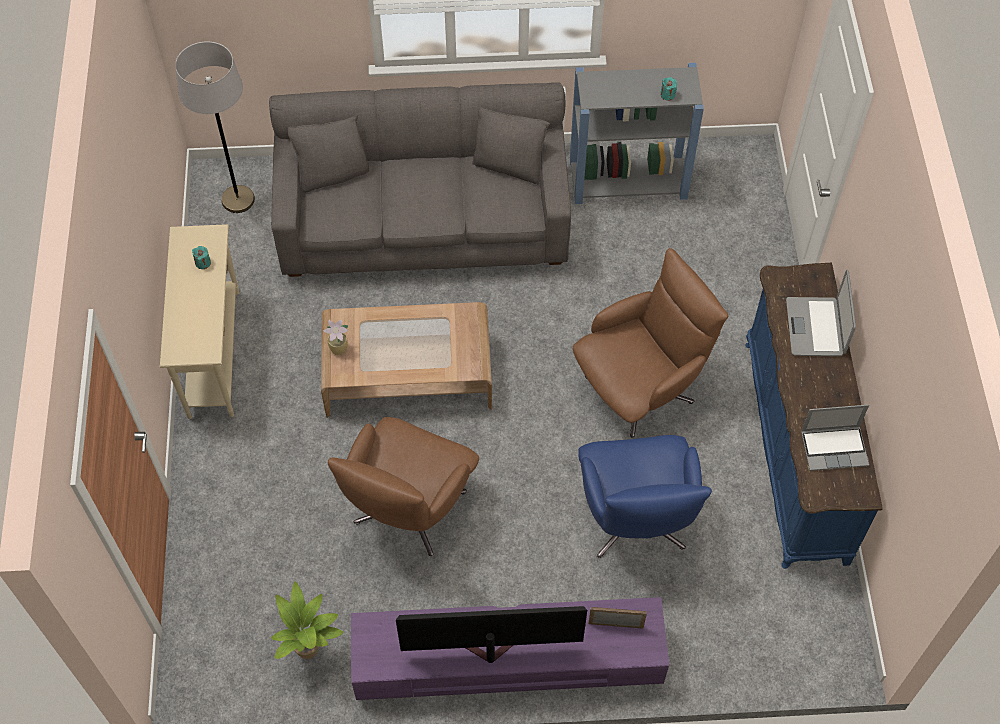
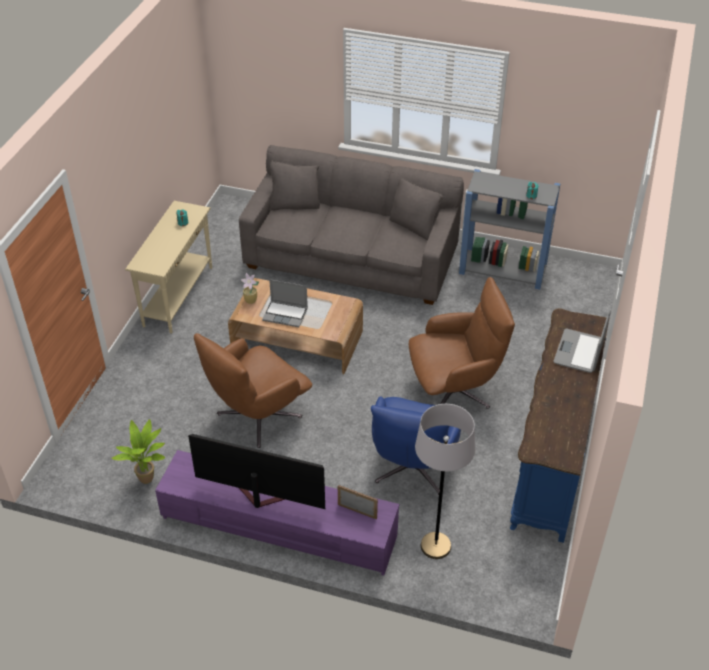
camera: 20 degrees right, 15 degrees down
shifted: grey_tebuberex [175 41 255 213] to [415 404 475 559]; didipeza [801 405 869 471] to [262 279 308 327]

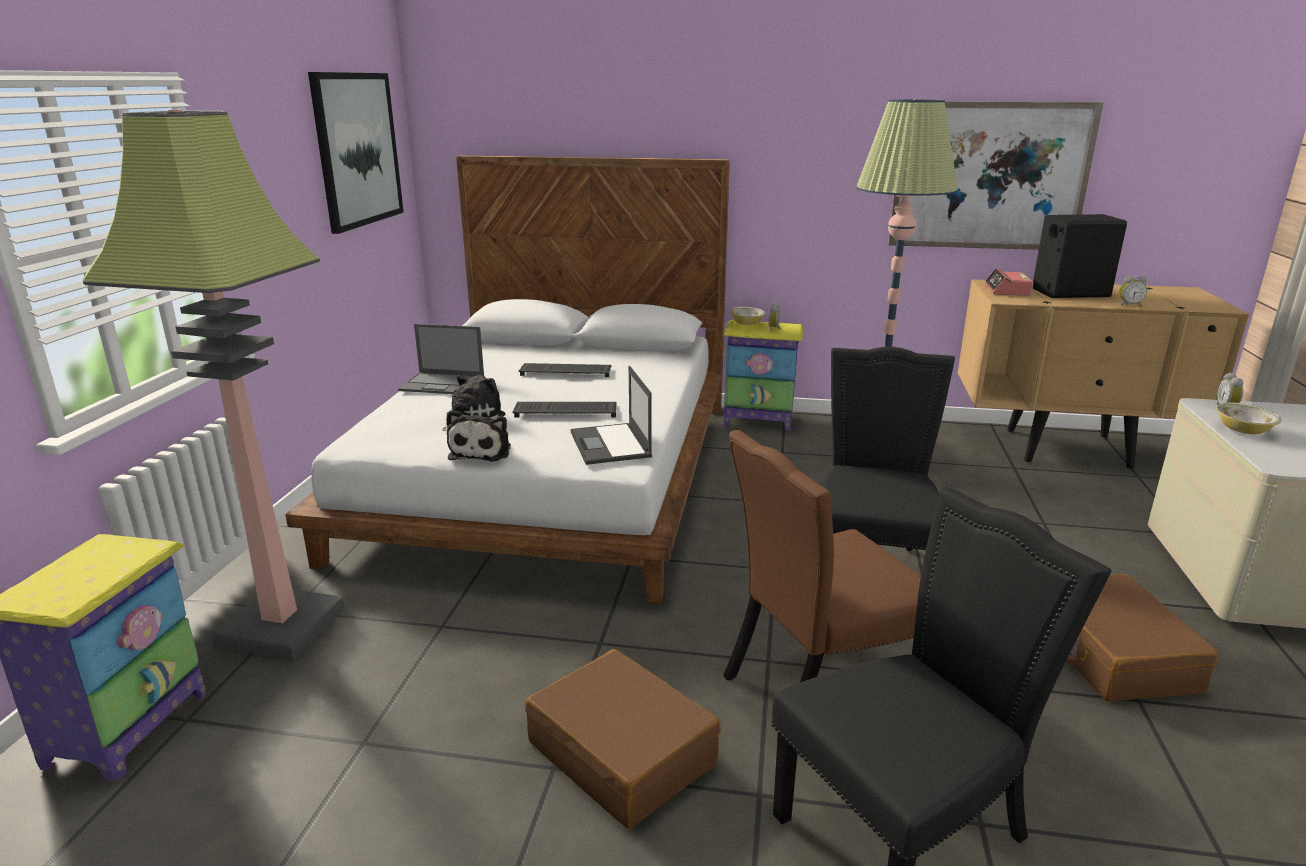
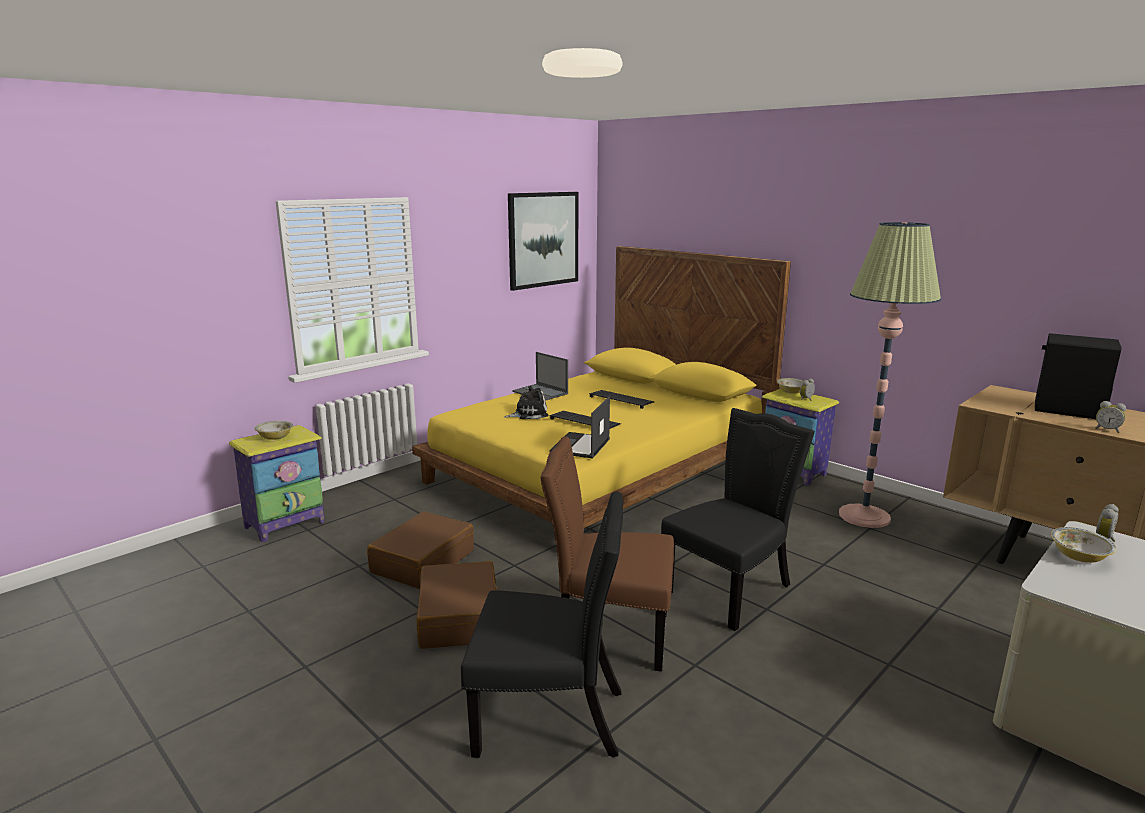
camera: 35 degrees right, 5 degrees down
gone: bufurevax [888 102 1104 250]; tebuberex [83 110 345 661]; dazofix [984 268 1034 296]; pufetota [446 410 511 462]
new: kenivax [255 421 293 440]
shifted: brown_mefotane [1065 574 1218 702] to [367 511 474 589]
repainted: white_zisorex [285 155 730 603] to yellow_zisorex [412 246 791 528]

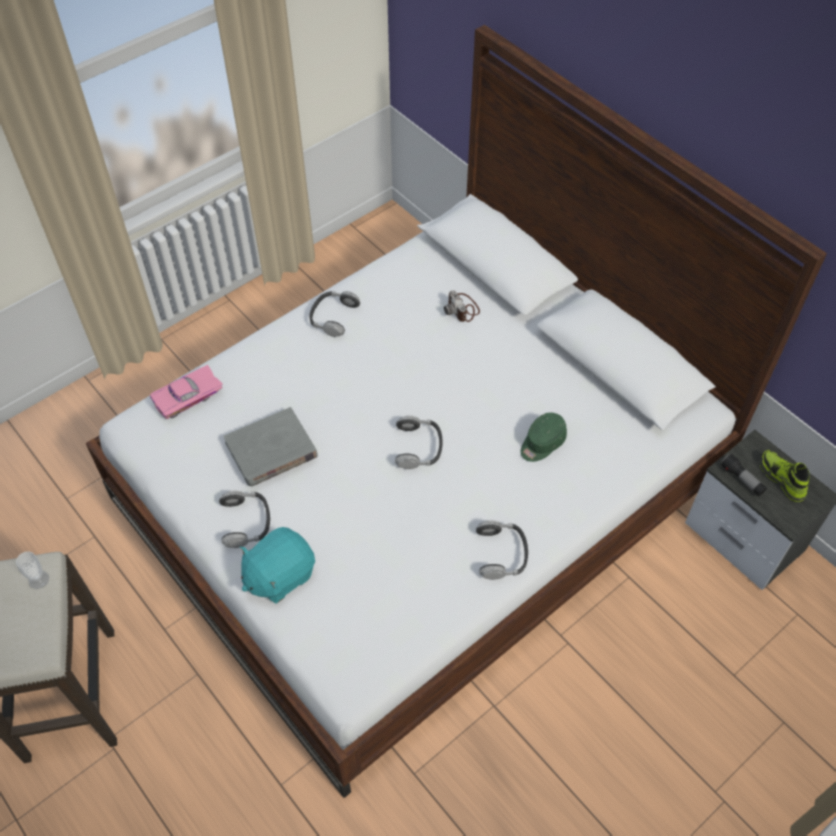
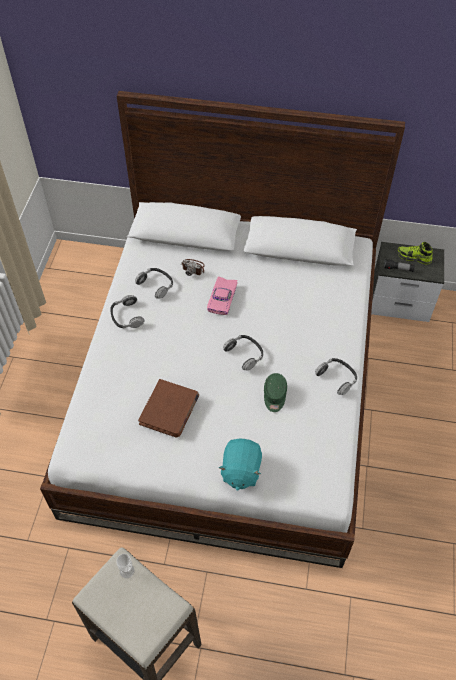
camera: 40 degrees left, 0 degrees up
shifted: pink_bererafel [150 365 223 419] to [207 277 238 315]; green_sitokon [521 413 567 462] to [264 373 287 412]; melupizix [219 490 270 548] to [135 268 173 299]
repainted: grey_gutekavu [223 407 318 486] to brown_gutekavu [138 379 199 438]

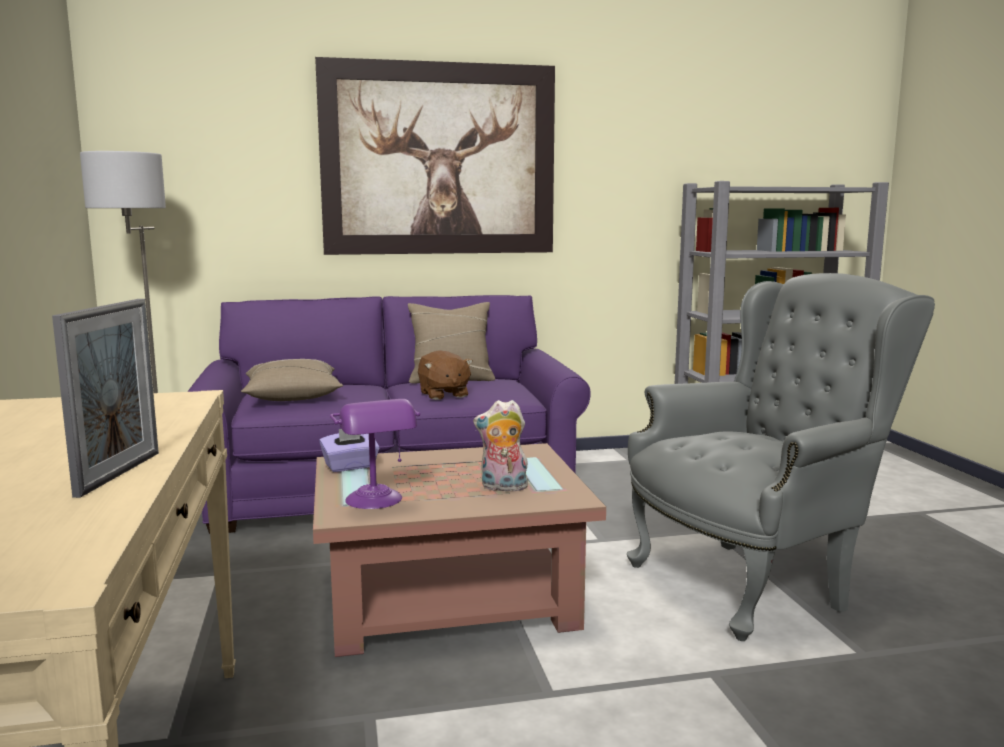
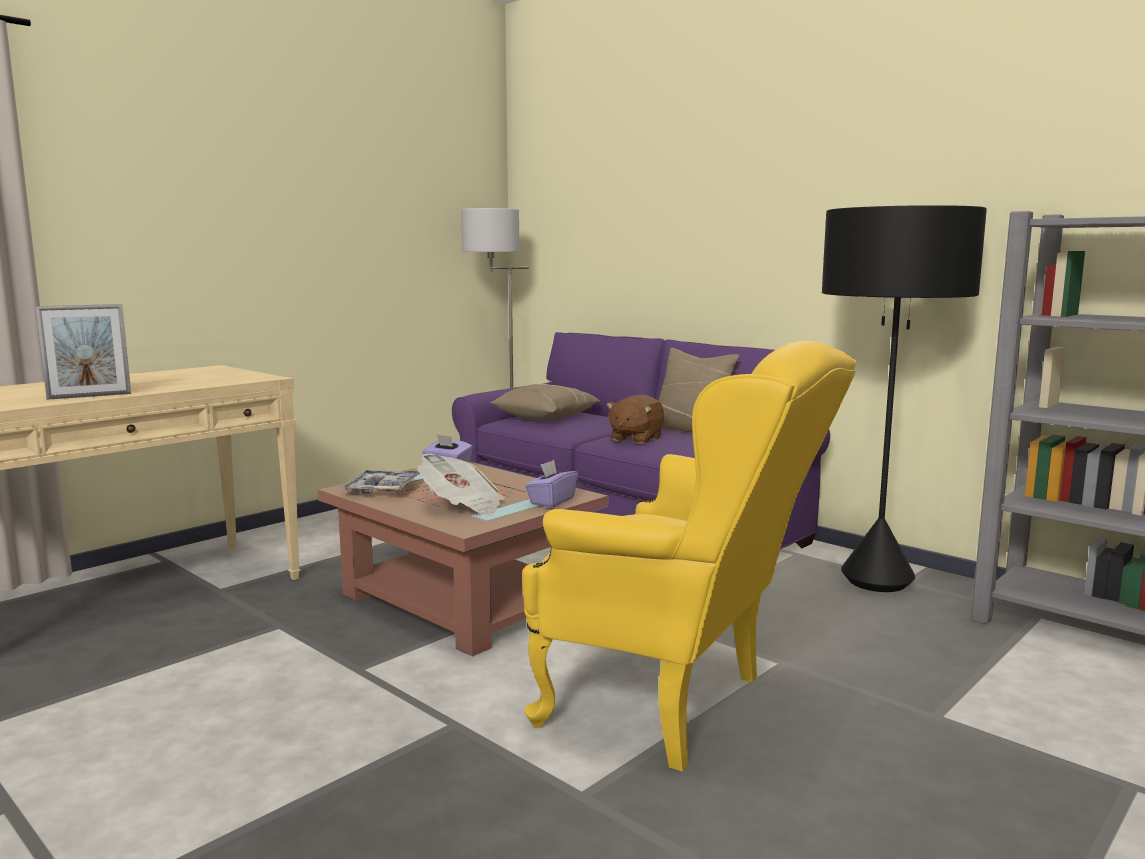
camera: 55 degrees right, 0 degrees up
gone: bufurevax [315 57 555 255]
new: black_tebuberex [822 205 987 592]; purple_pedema [525 460 578 508]
swapped: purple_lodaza [330 399 420 509] to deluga [341 470 420 494]; pufetota [473 400 528 491] to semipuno [417 453 505 516]
repainted: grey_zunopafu [627 273 935 641] to yellow_zunopafu [522 341 856 772]

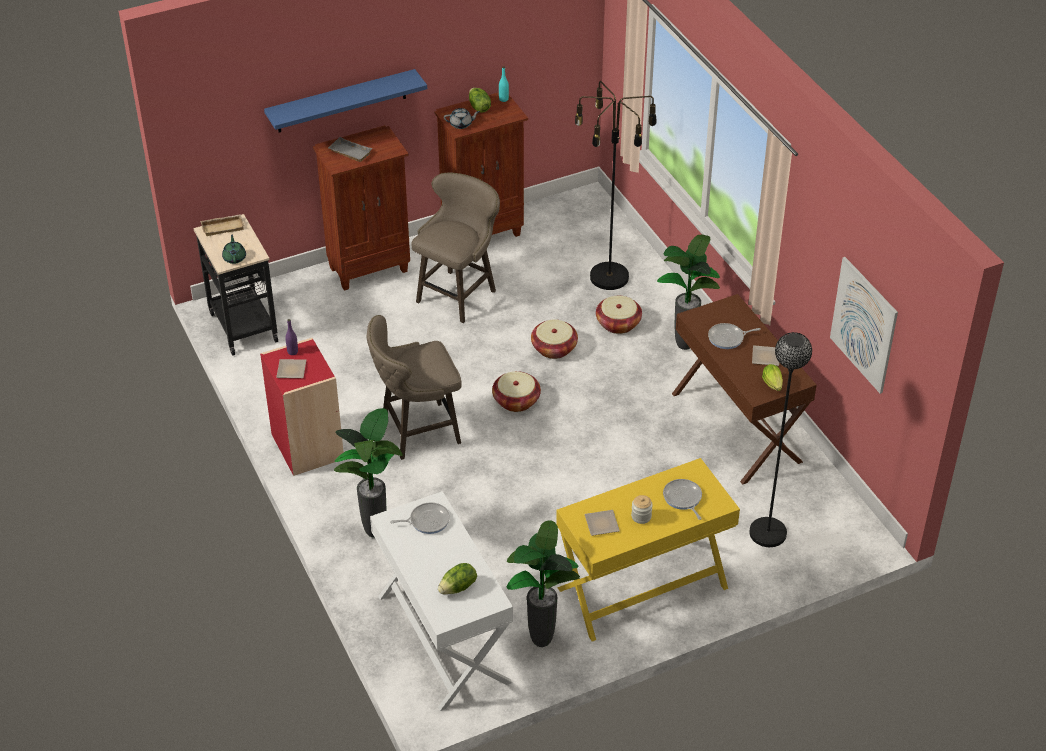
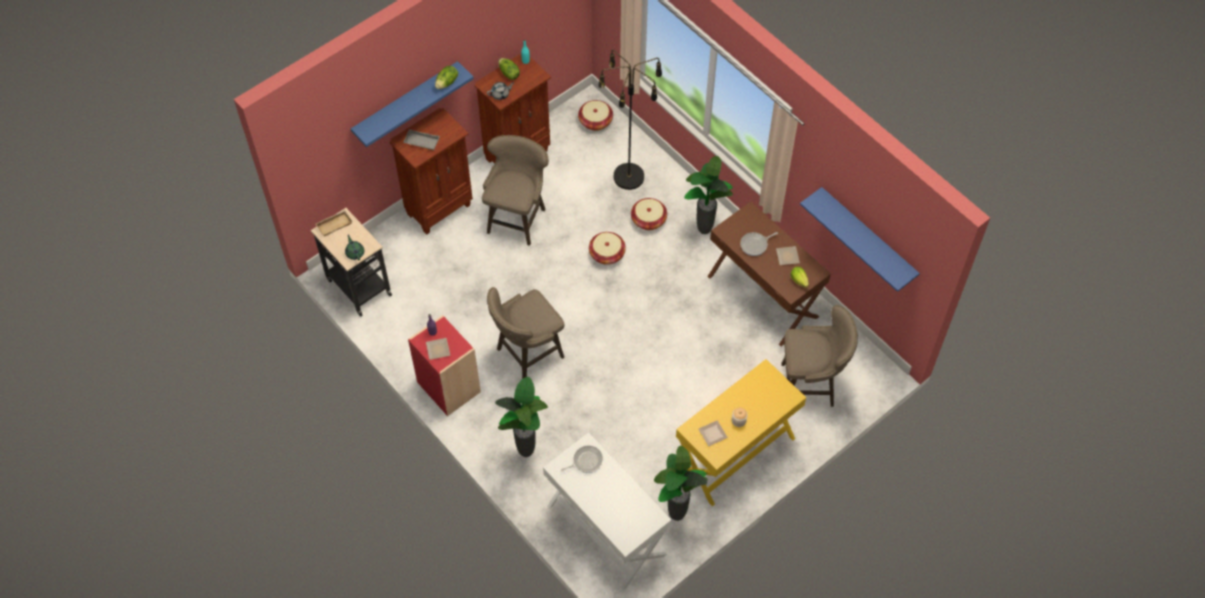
camera: 15 degrees left, 15 degrees up
gone: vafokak [663 479 702 520]
shifted: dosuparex [492 371 541 412] to [578 100 613 131]; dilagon [438 563 477 595] to [435 66 458 89]
swapped: bufurevax [830 257 898 394] to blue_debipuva [800 187 920 292]; black_tebuberex [749 332 812 547] to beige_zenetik [781 305 858 407]

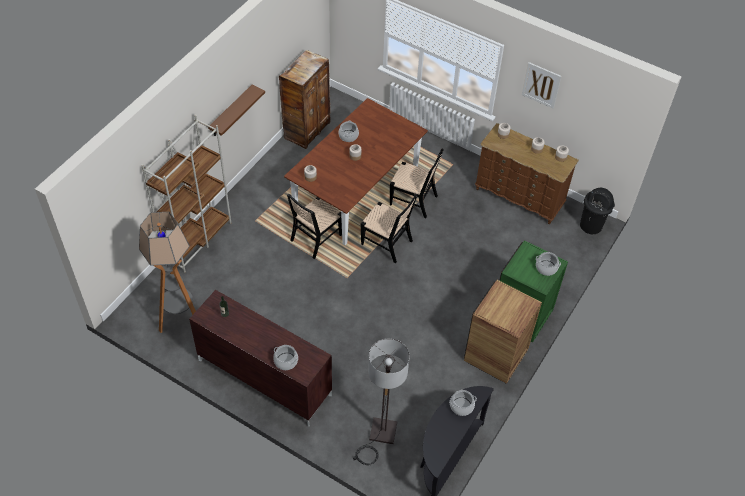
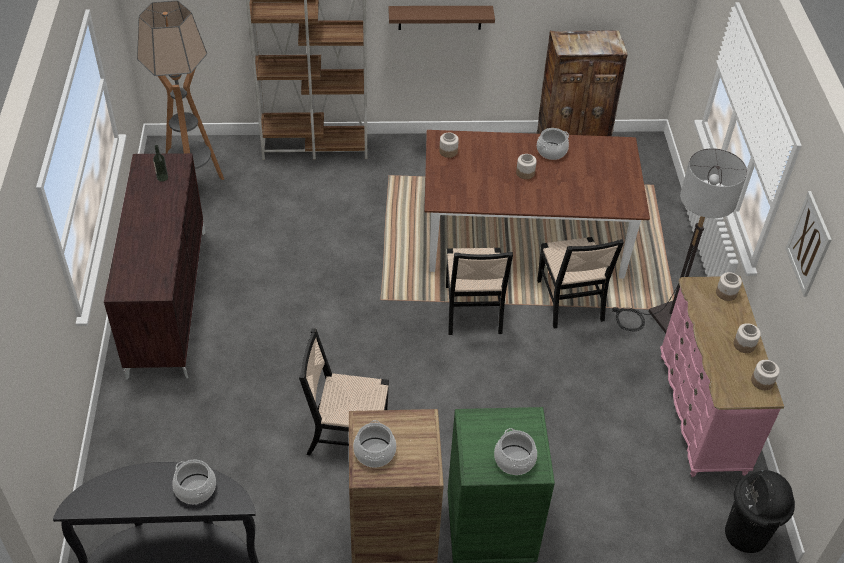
camera: 55 degrees right, 5 degrees down
shifted: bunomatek [287 194 342 259] to [299 329 389 455]; tebuberex [353 339 410 466] to [612 148 747 333]; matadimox [273 345 298 370] to [353 420 396 468]
repainted: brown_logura [475 123 579 224] to pink_logura [660 276 784 477]

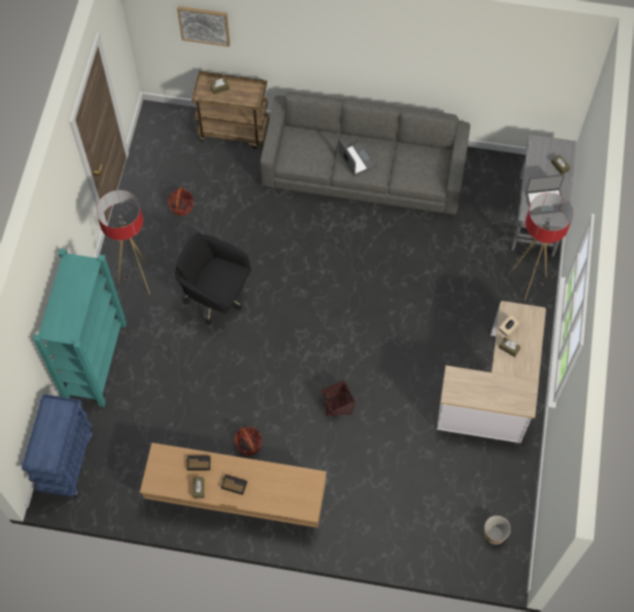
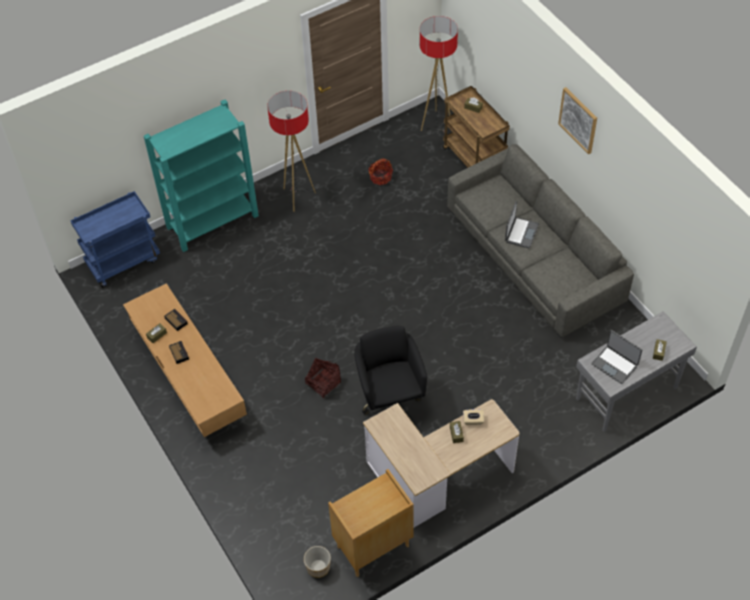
camera: 50 degrees right, 10 degrees down
gone: dosuparex [234 427 262 456]
new: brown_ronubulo [328 469 414 577]
shifted: bufurevax [177 6 230 47] to [558 87 597 154]; tebuberex [511 193 573 300] to [420 16 458 133]; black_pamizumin [175 232 251 324] to [354 326 427 415]

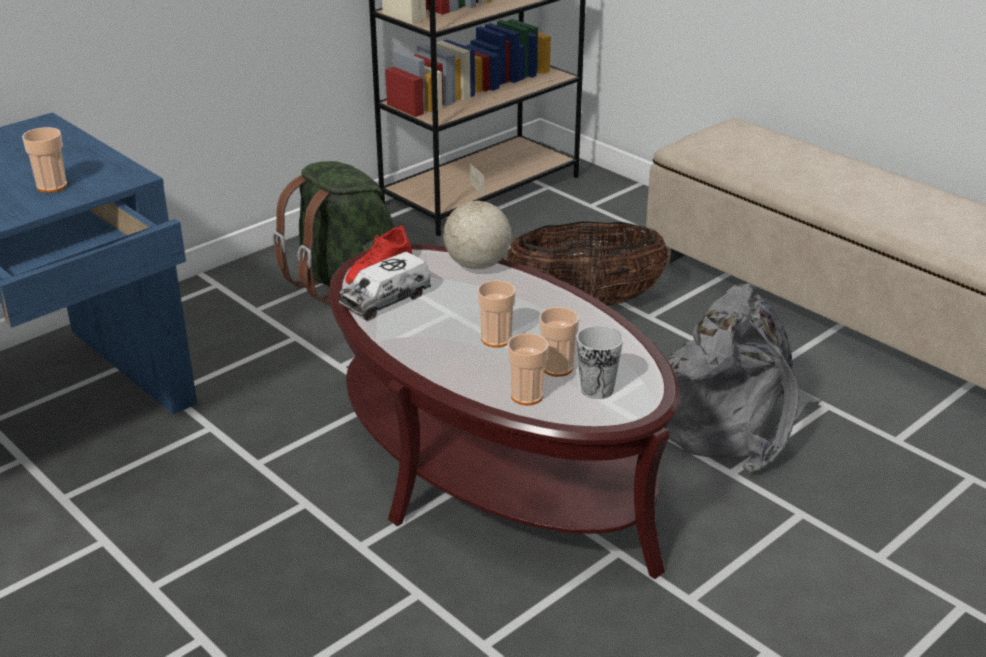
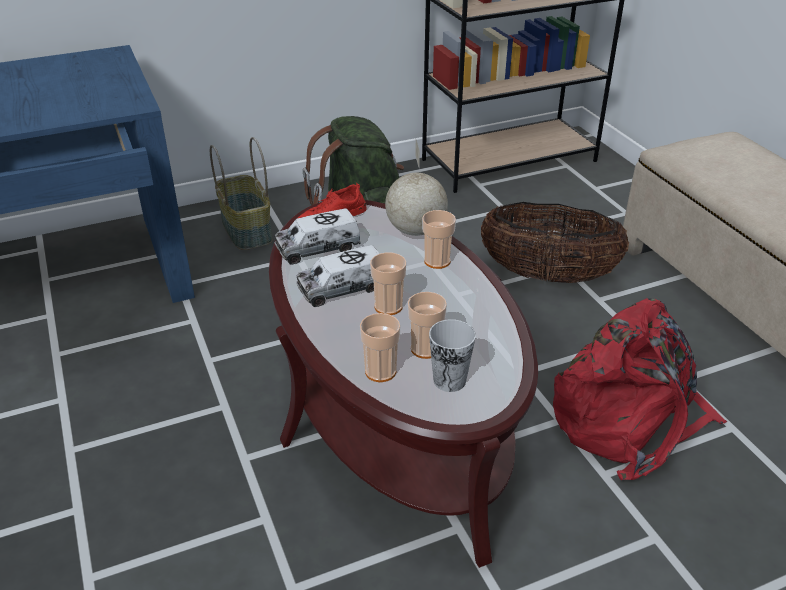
camera: 20 degrees right, 5 degrees up
new: dosuparex [210 137 273 250]; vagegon [296 245 380 307]
shifted: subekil [22 127 67 193] to [422 210 456 269]
repainted: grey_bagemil [667 283 821 473] to red_bagemil [553 298 727 480]

